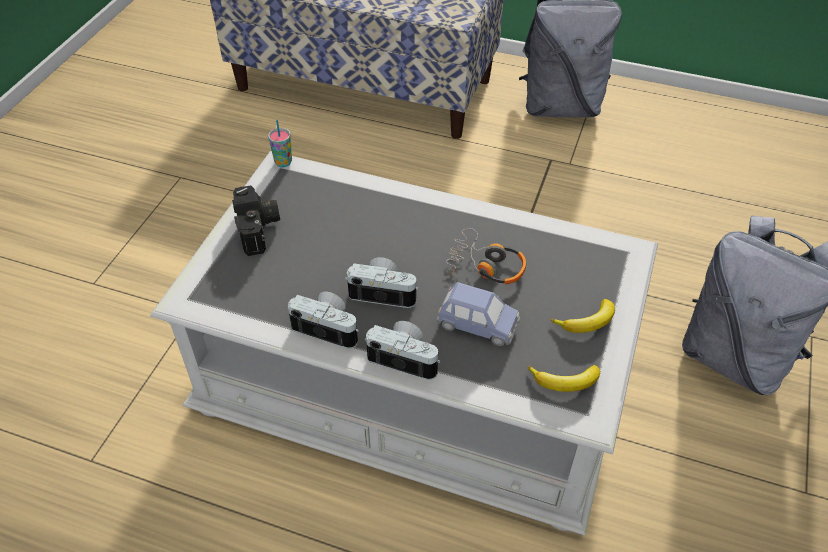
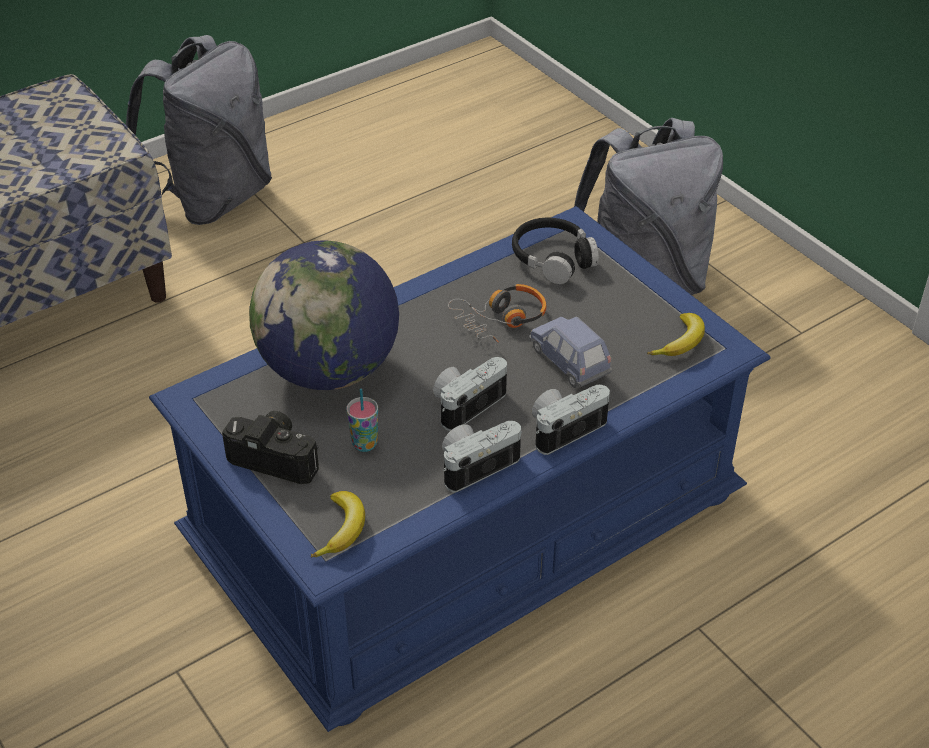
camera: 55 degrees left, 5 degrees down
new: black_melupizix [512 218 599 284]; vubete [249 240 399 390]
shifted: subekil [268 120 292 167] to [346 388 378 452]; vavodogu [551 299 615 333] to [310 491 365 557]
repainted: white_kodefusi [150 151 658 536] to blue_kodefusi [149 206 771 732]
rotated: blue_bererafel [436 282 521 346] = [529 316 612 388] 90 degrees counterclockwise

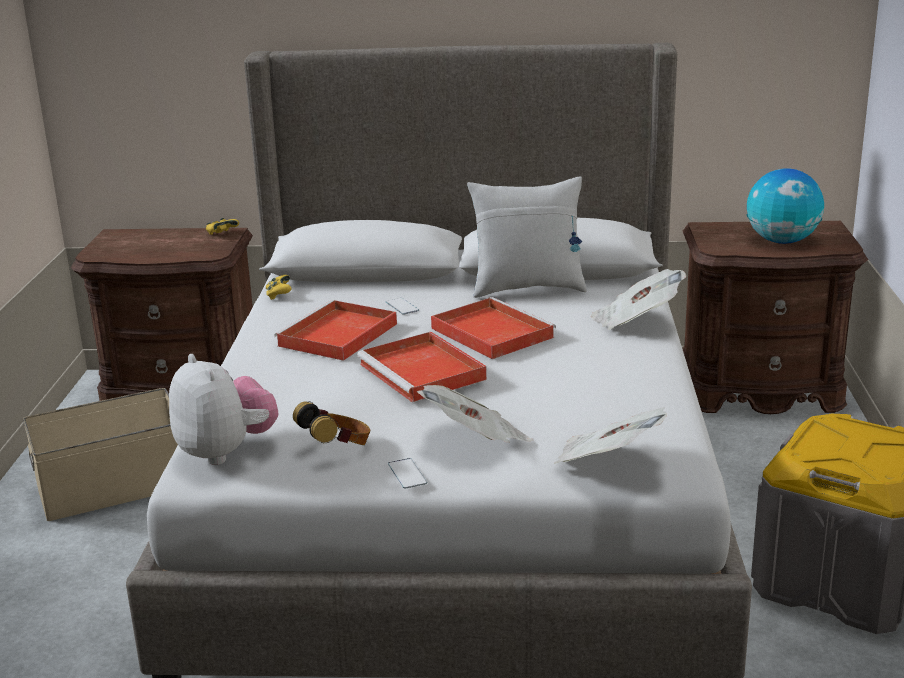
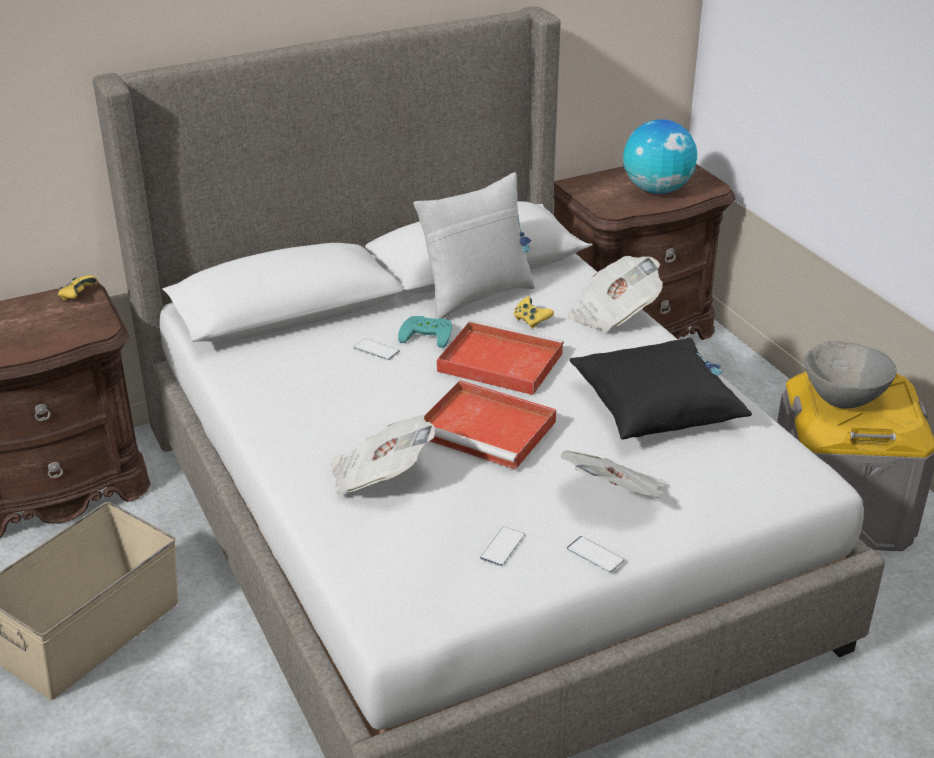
camera: 30 degrees left, 10 degrees up
gone: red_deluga [274 300 397 361]; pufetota [169 354 278 465]
new: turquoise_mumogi [398 316 452 348]; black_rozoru [570 337 752 439]; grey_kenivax [805 341 897 409]
shifted: yellow_mumogi [266 275 292 300] to [513 297 554 329]; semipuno [554 407 667 464] to [331 415 435 494]
swapped: melupizix [293 401 370 445] to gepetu [480 527 525 566]

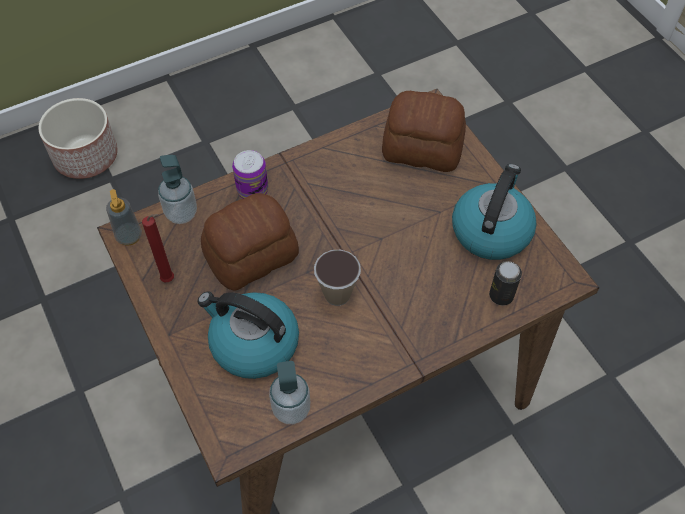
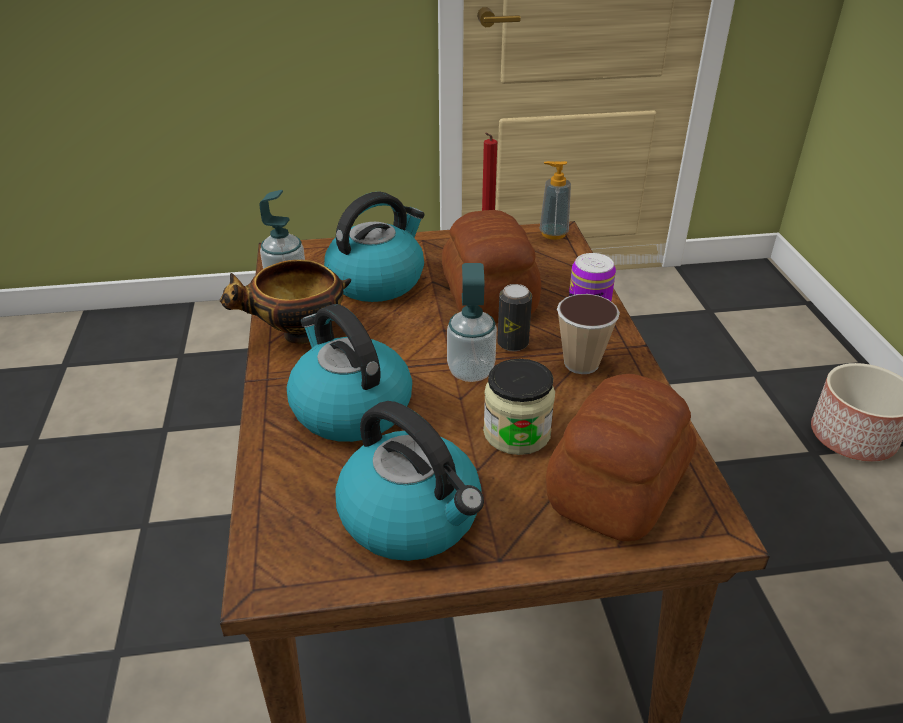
camera: 110 degrees right, 20 degrees down
new: kenivax [220 260 351 344]; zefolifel [287 304 412 442]; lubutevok [483 359 555 455]
shifted: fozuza [158 155 197 224] to [447 263 497 382]; subekil [314 250 361 306] to [557 294 620 374]; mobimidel [489 261 522 306] to [497 284 532 351]

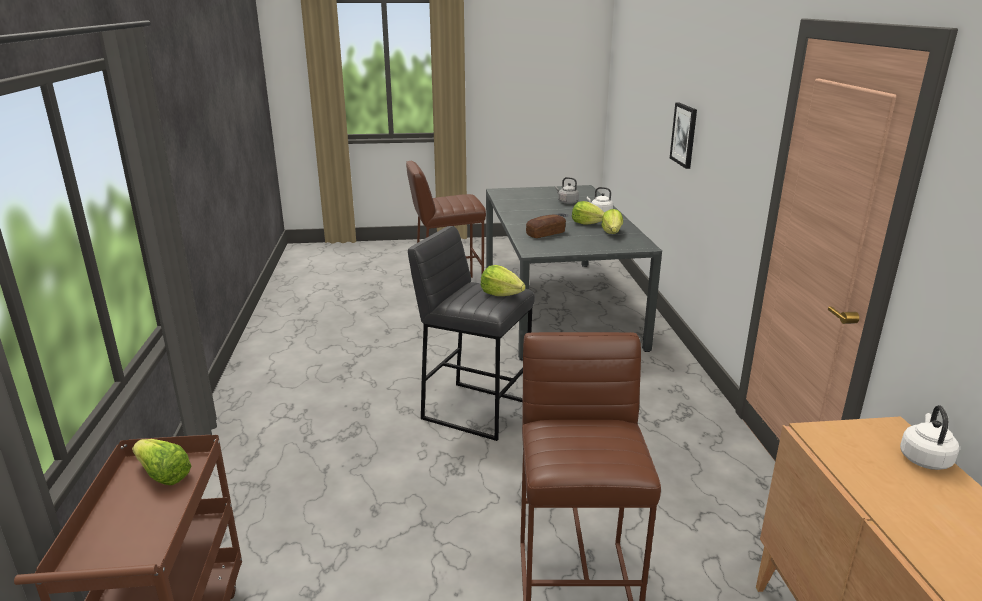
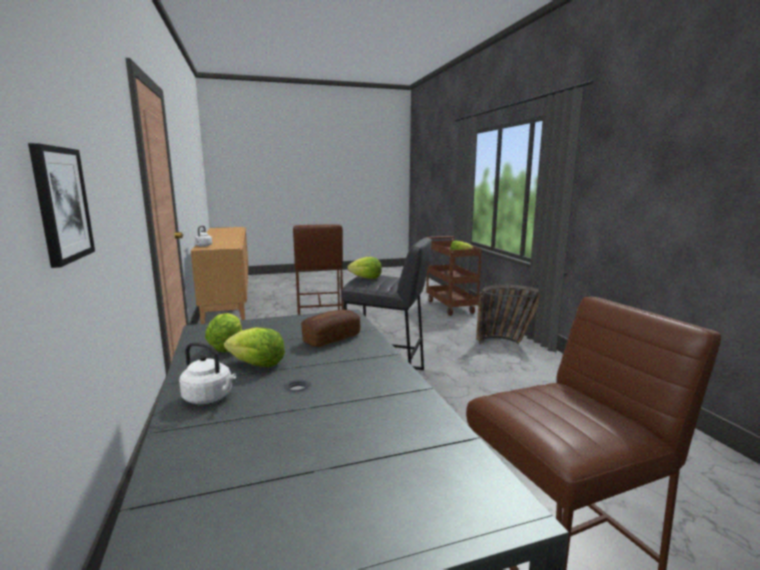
camera: 170 degrees right, 10 degrees down
gone: grey_zefolifel [555 177 579 204]
new: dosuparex [476 285 540 345]

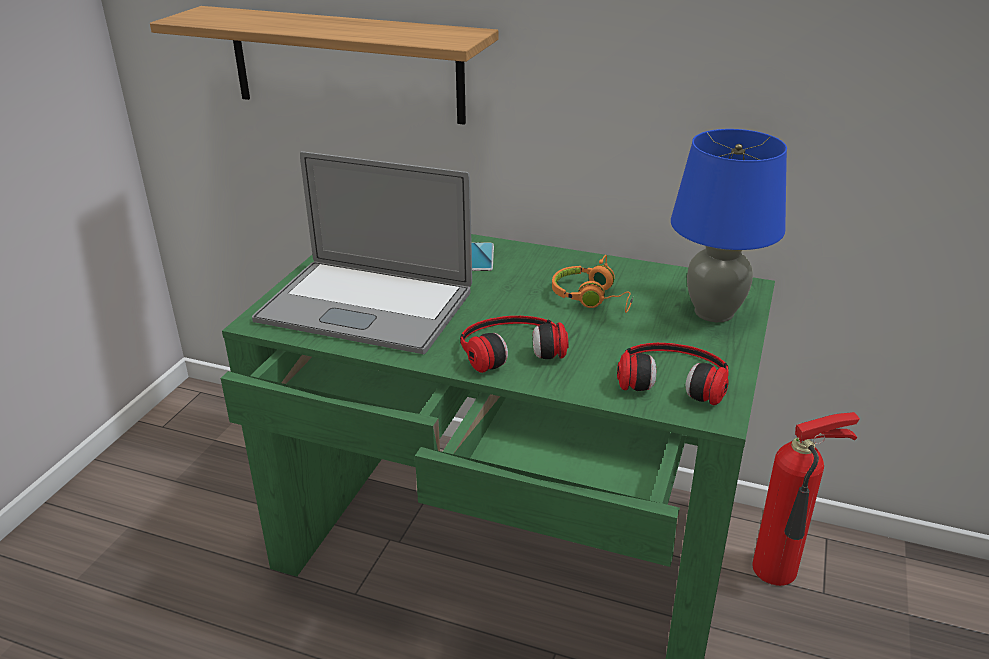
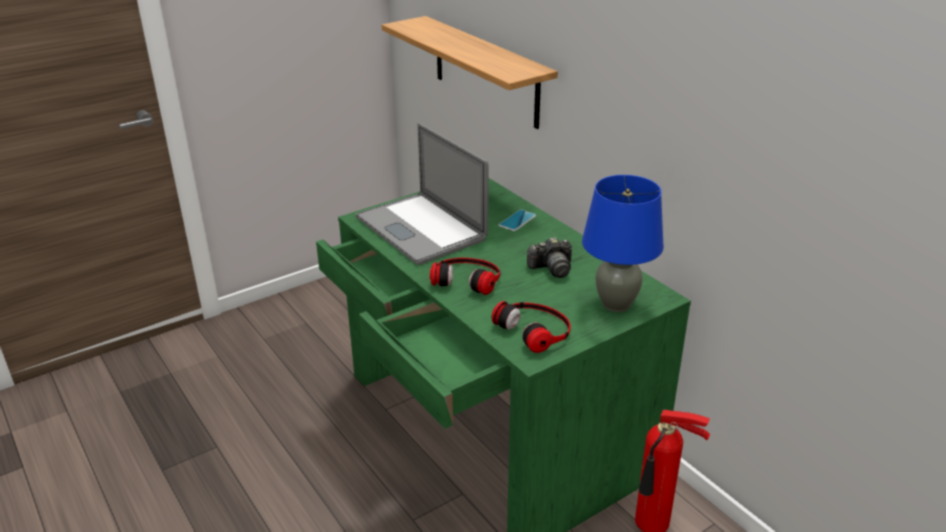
camera: 35 degrees right, 0 degrees up
swapped: orange_melupizix [552 255 633 313] to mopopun [527 237 572 278]

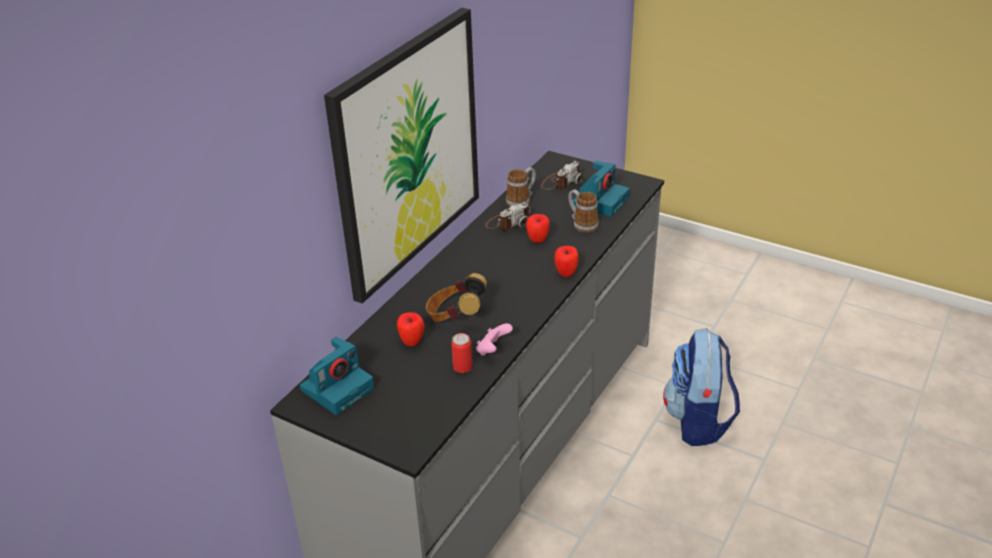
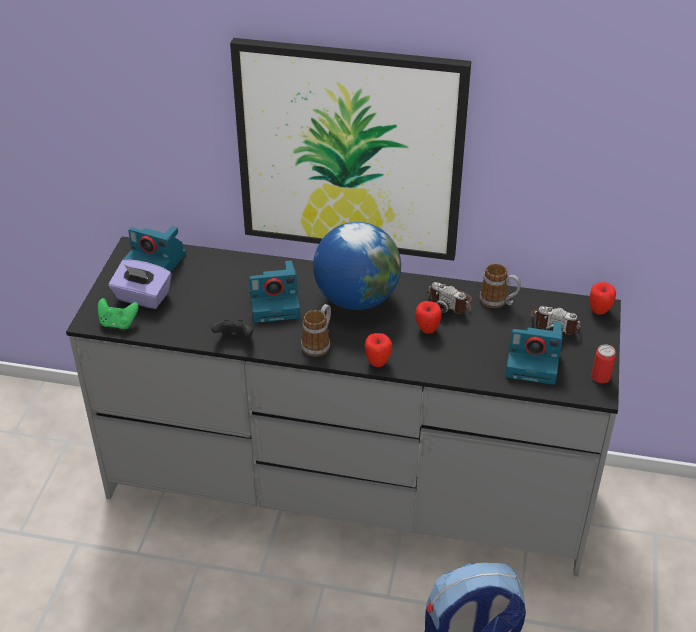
camera: 70 degrees right, 5 degrees up
new: vubete [313 222 401 310]; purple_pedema [109 260 171 309]; green_mumogi [98 298 139 329]
shifted: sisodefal [569 189 599 233] to [301 304 331 356]; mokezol [397 313 424 346] to [589 282 616 315]; mobimidel [451 333 472 373] to [591 344 616 383]
swapped: melupizix [426 273 487 322] to mopopun [249 260 300 323]
repainted: pink_mumogi [476 323 513 355] to black_mumogi [211 319 253 337]

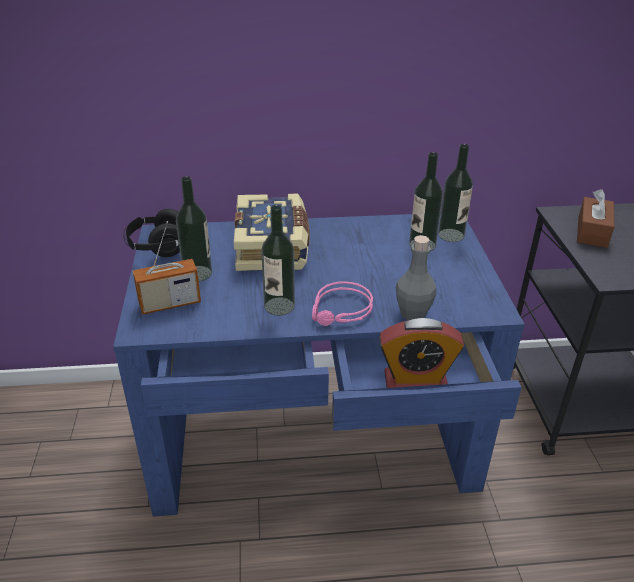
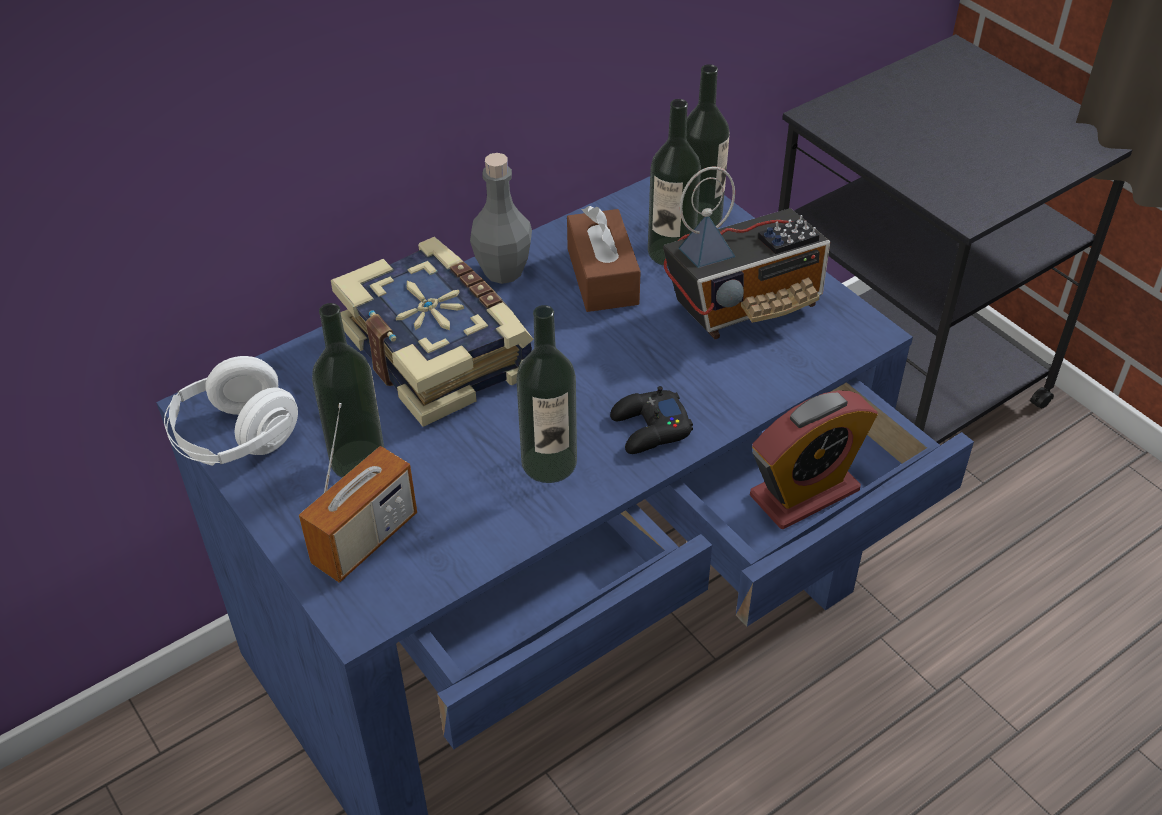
camera: 30 degrees left, 10 degrees up
new: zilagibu [663 166 830 339]
shifted: brown_pedema [577 189 614 248] to [567 206 641 312]; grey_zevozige [396 235 437 320] to [470 153 532 284]
swapped: pink_melupizix [312 281 373 326] to black_mumogi [610 386 693 454]
repainted: black_melupizix [123 209 180 257] to white_melupizix [164 356 298 466]

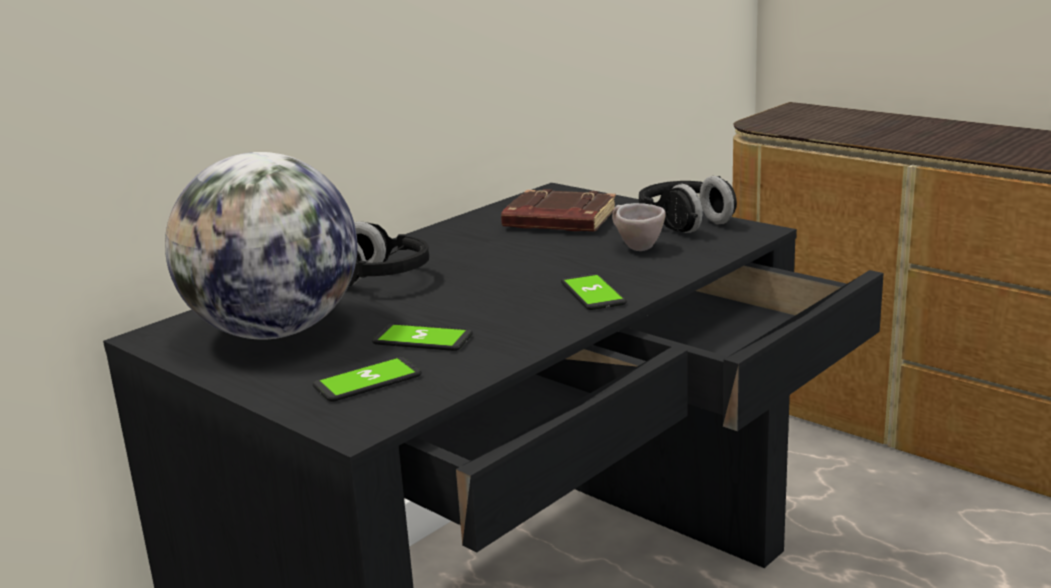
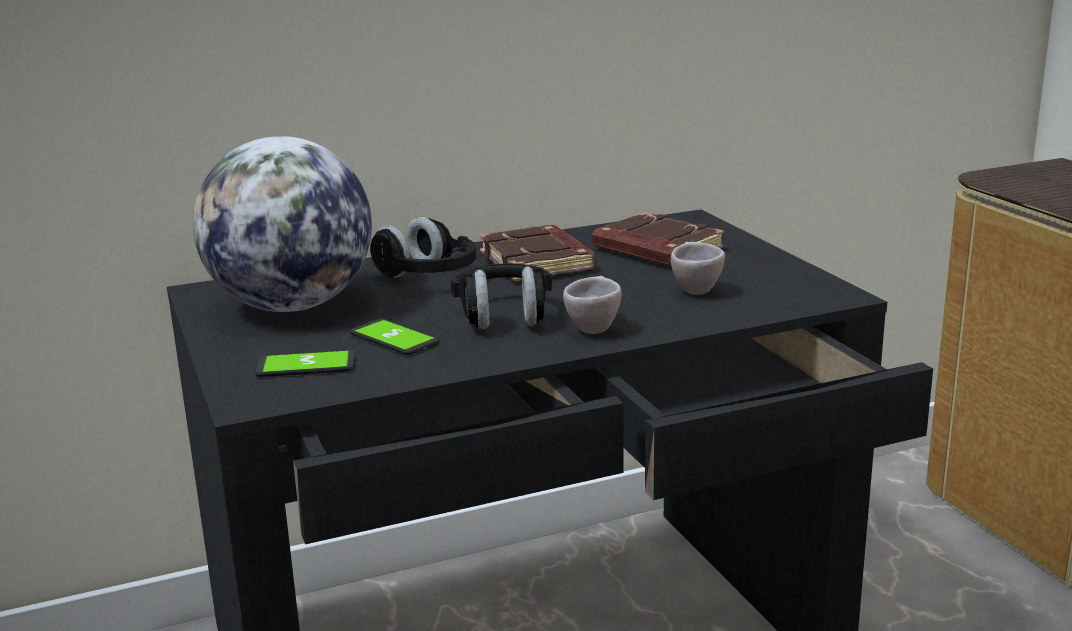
camera: 25 degrees right, 0 degrees up
new: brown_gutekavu [479 225 597 281]
shifted: black_melupizix [639 176 737 233] to [451 263 552 330]
swapped: gepetu [561 273 627 310] to beige_subekil [563 276 622 334]

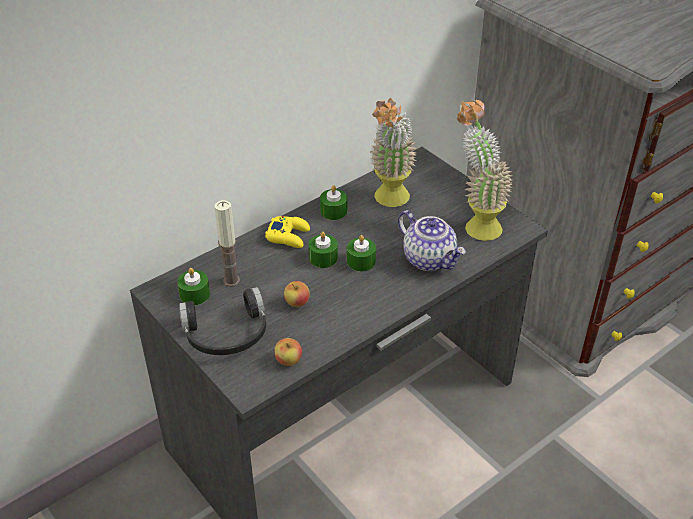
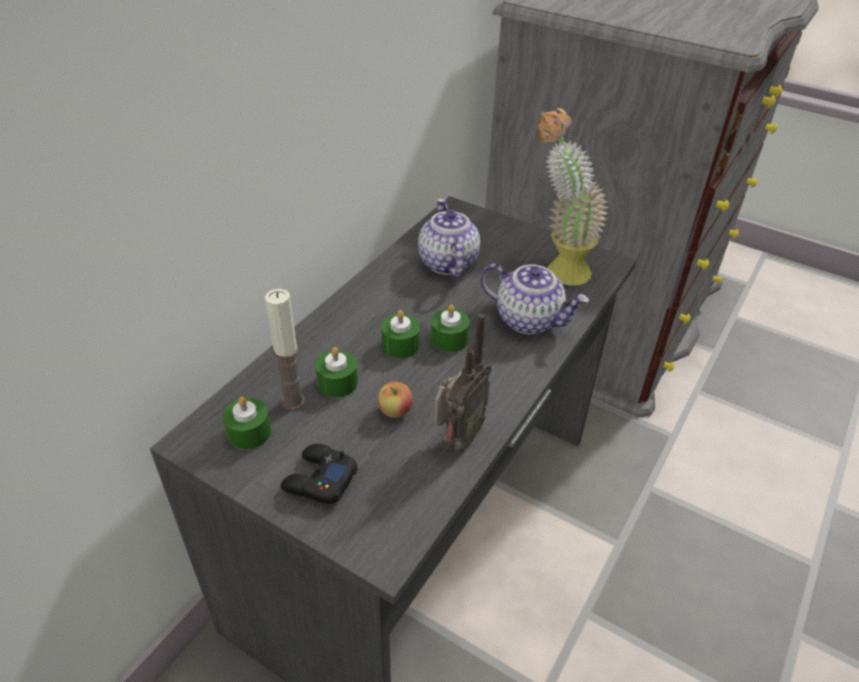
camera: 20 degrees left, 0 degrees up
gone: yellow_mumogi [265 216 310 248]; mokezol [274 338 302 366]
new: zilagibu [434 314 492 451]
shifted: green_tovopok [320 185 347 220] to [316 347 358 398]
swapped: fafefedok [370 98 417 207] to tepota [418 199 480 277]; black_melupizix [179 287 266 355] to black_mumogi [281 444 358 504]

